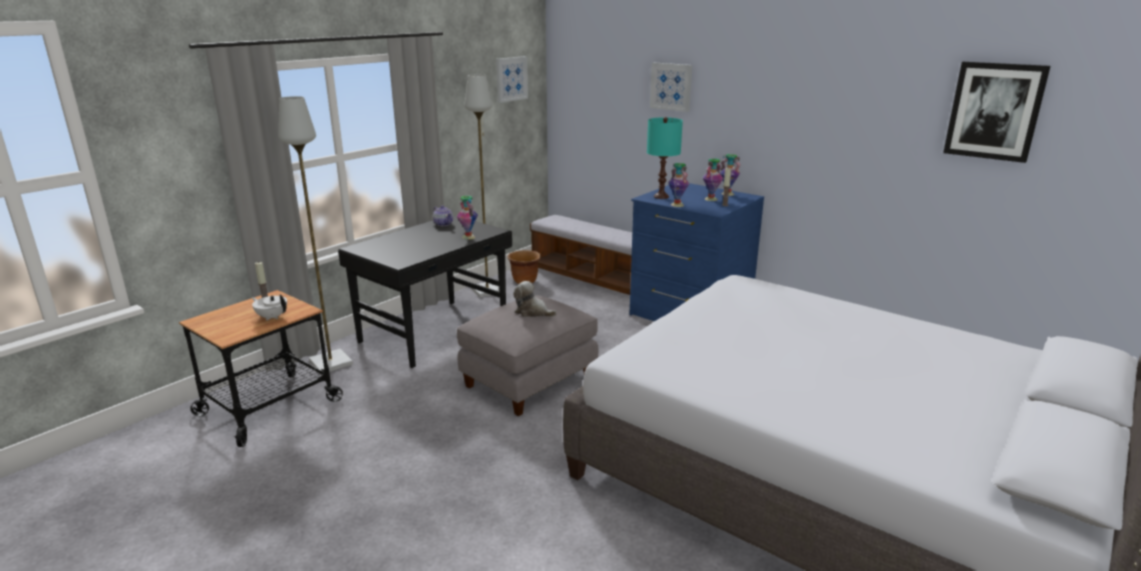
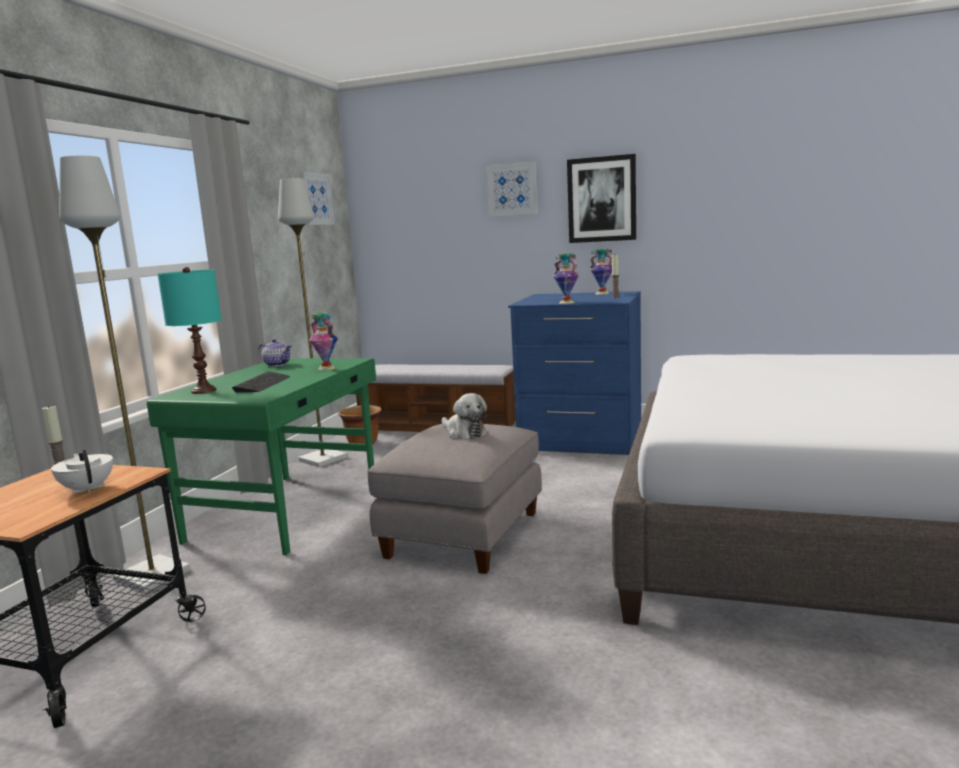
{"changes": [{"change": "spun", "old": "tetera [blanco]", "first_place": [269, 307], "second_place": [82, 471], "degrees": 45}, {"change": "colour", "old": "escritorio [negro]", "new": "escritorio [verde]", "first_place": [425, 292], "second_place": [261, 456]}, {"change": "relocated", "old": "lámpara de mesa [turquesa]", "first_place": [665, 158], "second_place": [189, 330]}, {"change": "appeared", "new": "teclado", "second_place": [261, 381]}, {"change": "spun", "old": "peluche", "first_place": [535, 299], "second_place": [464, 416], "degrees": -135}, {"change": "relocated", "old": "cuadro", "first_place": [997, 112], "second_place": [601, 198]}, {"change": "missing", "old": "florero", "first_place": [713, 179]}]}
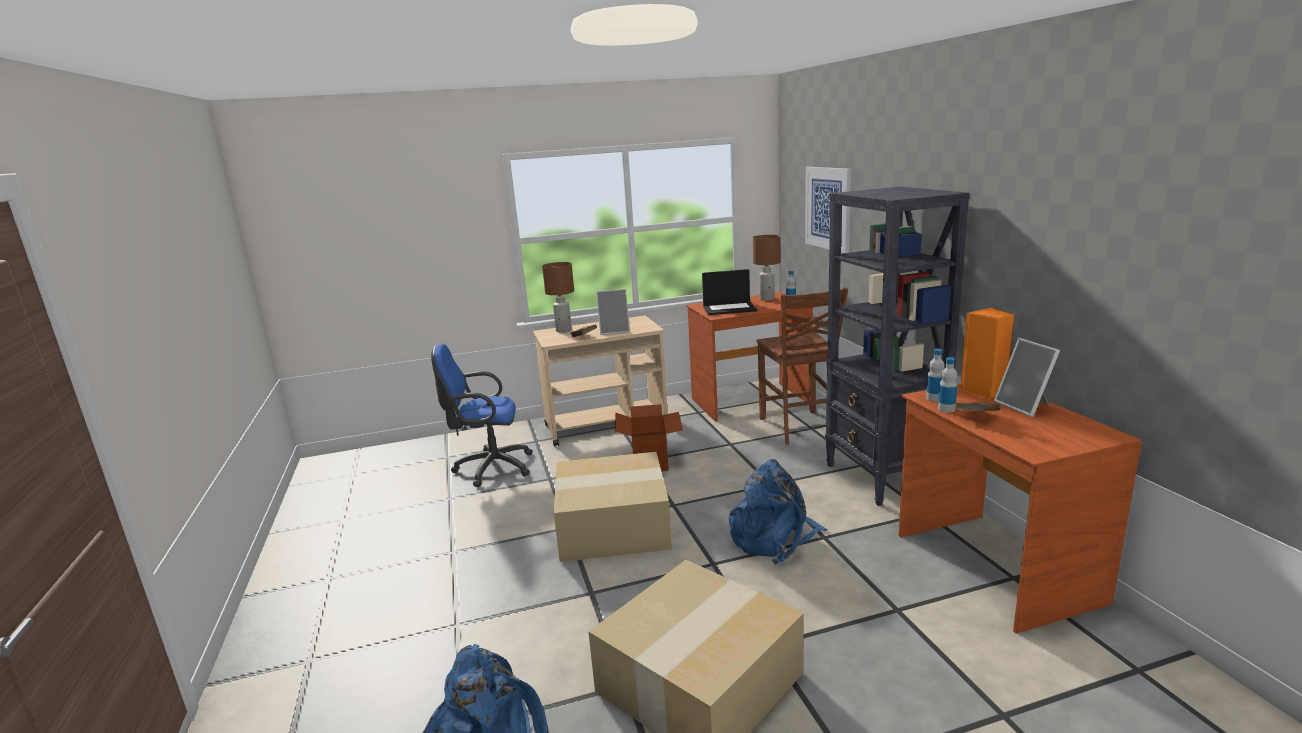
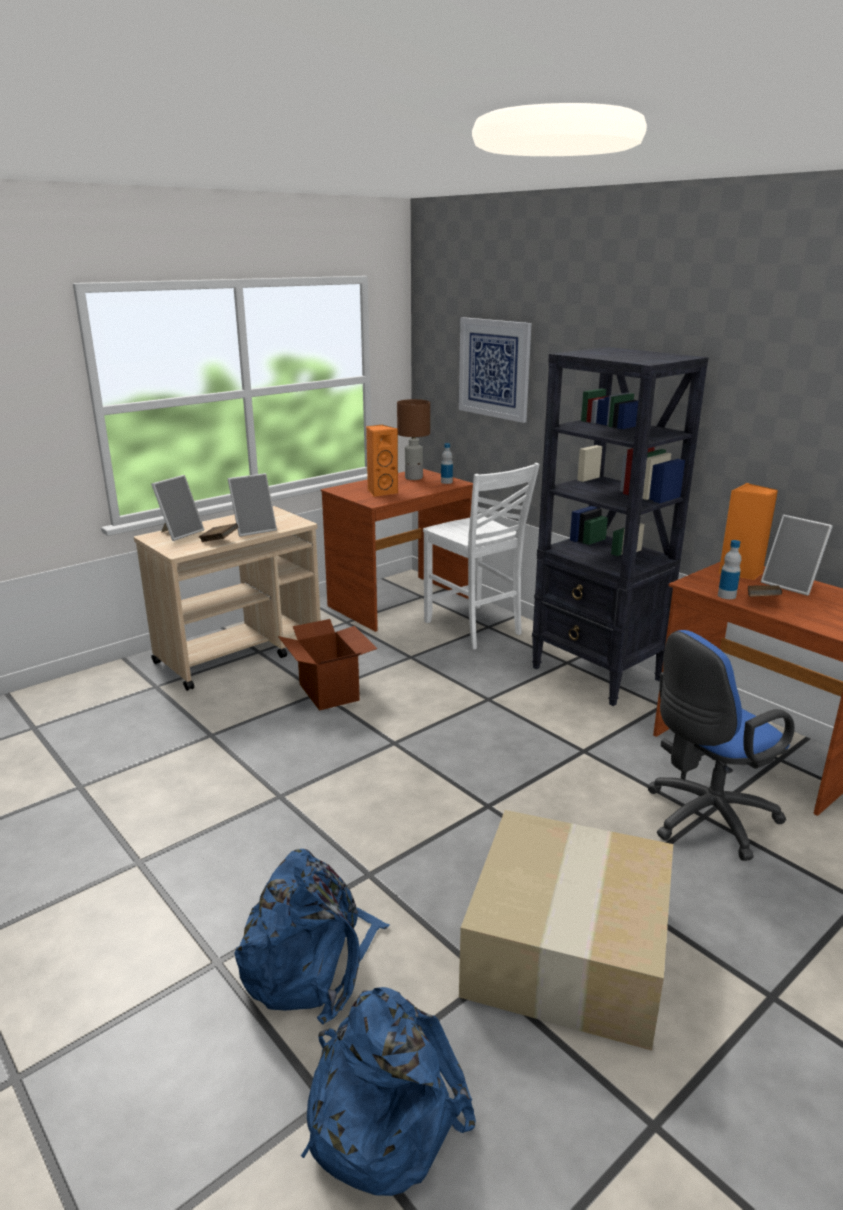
{"changes": [{"change": "exchanged", "old": "lámpara de mesa [marrón]", "new": "portarretratos", "first_place": [558, 297], "second_place": [177, 508]}, {"change": "relocated", "old": "mochila [azul]", "first_place": [778, 511], "second_place": [311, 936]}, {"change": "exchanged", "old": "portátil", "new": "altavoz [naranja]", "first_place": [729, 292], "second_place": [382, 461]}, {"change": "colour", "old": "silla [marrón]", "new": "silla [blanco]", "first_place": [802, 366], "second_place": [481, 556]}, {"change": "relocated", "old": "silla de oficina [azul]", "first_place": [481, 415], "second_place": [721, 745]}, {"change": "missing", "old": "caja de cartón", "first_place": [613, 507]}, {"change": "missing", "old": "botella", "first_place": [935, 375]}]}
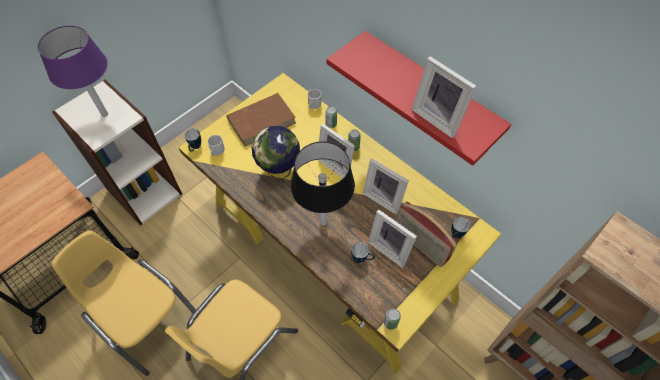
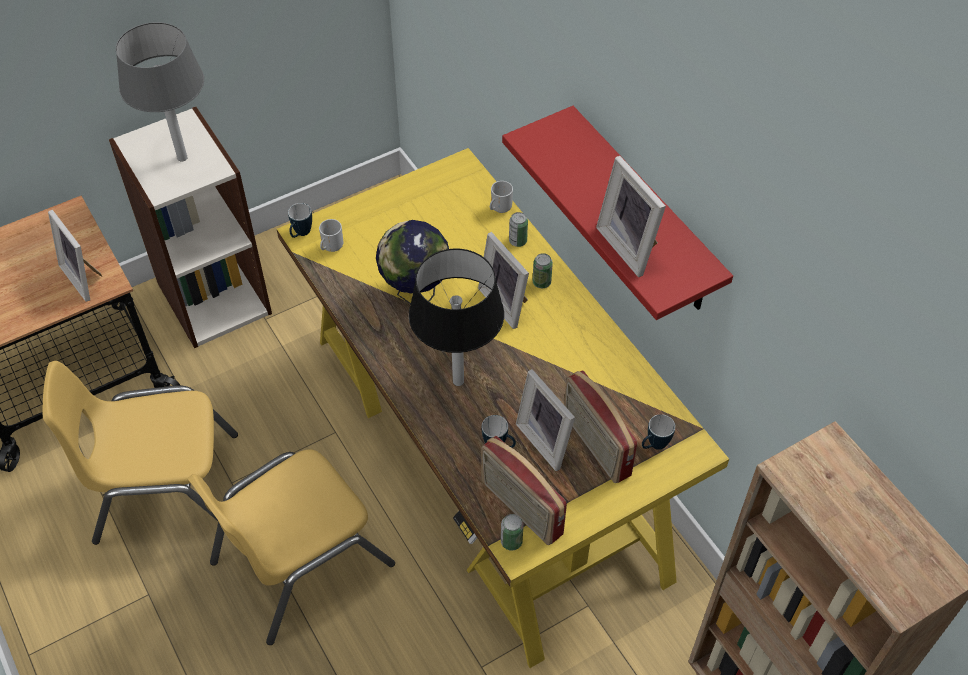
{"changes": [{"change": "spun", "old": "silla [amarillo]", "first_place": [125, 303], "second_place": [140, 453], "degrees": -60}, {"change": "relocated", "old": "portarretratos", "first_place": [386, 186], "second_place": [75, 256]}, {"change": "colour", "old": "lámpara de mesa [morado]", "new": "lámpara de mesa [gris]", "first_place": [73, 71], "second_place": [160, 92]}, {"change": "appeared", "new": "radio", "second_place": [524, 490]}, {"change": "missing", "old": "libro [marrón]", "first_place": [261, 119]}]}
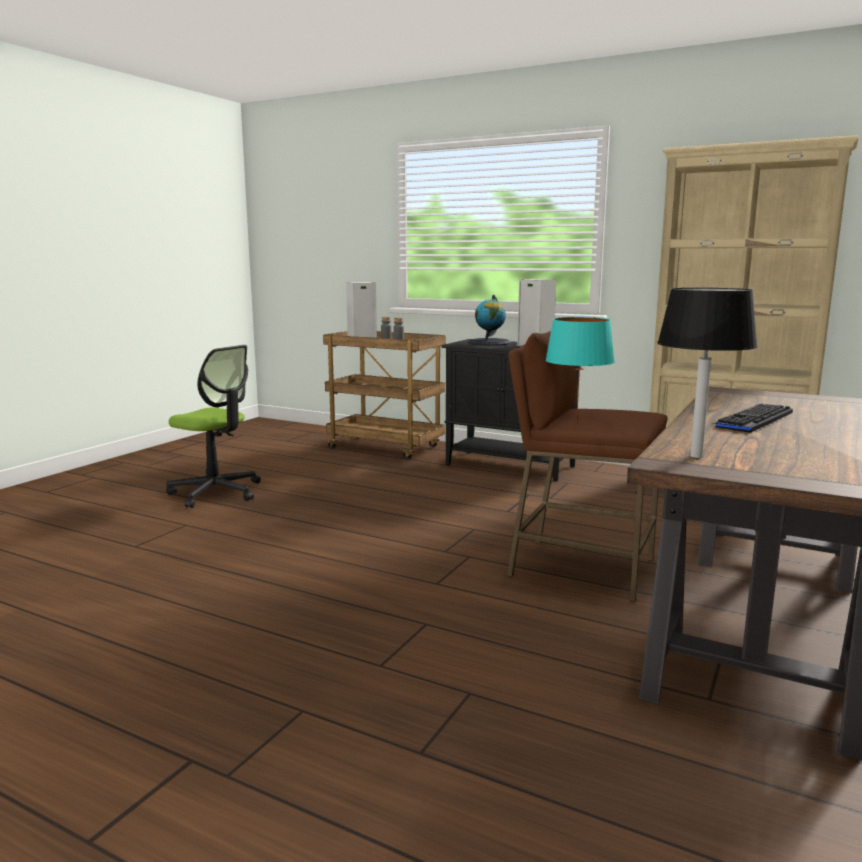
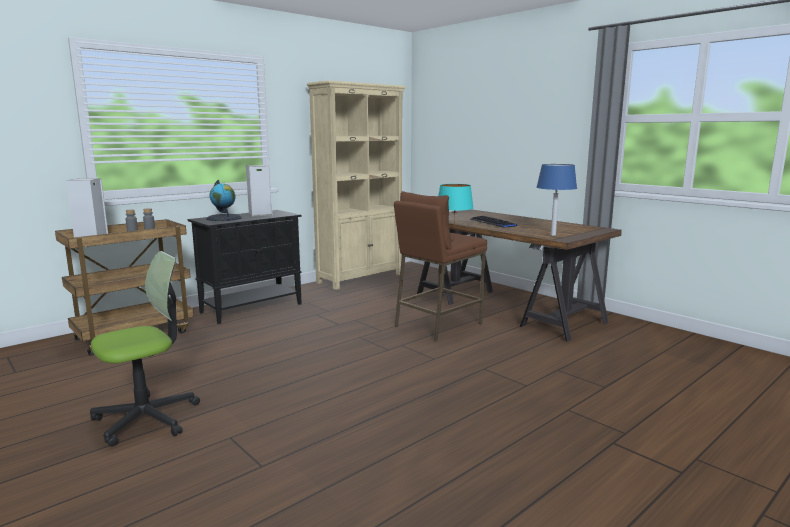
{"changes": [{"change": "colour", "old": "lámpara de mesa [negro]", "new": "lámpara de mesa [azul]", "first_place": [707, 373], "second_place": [556, 200]}]}
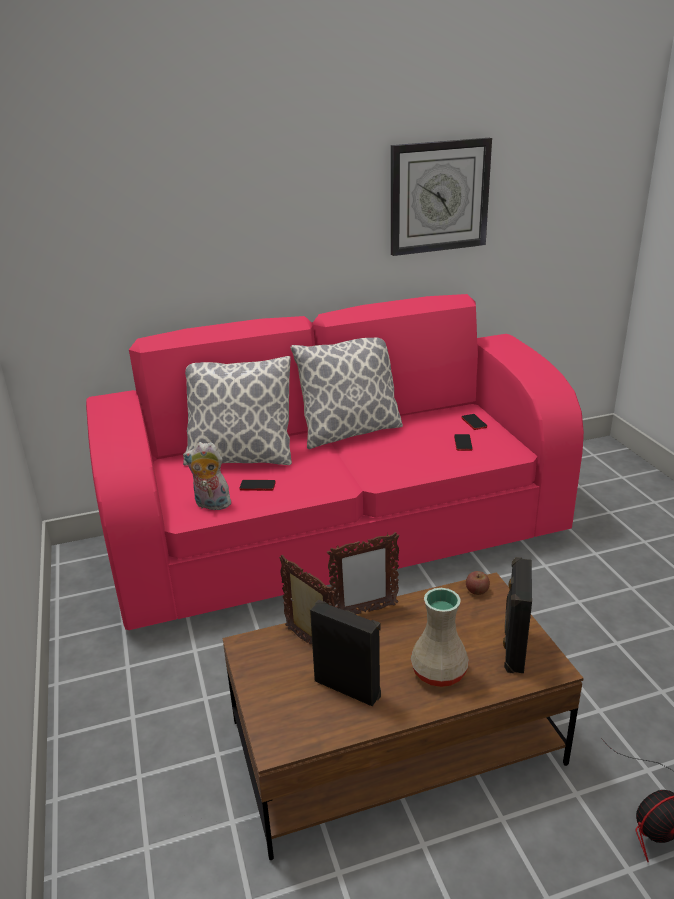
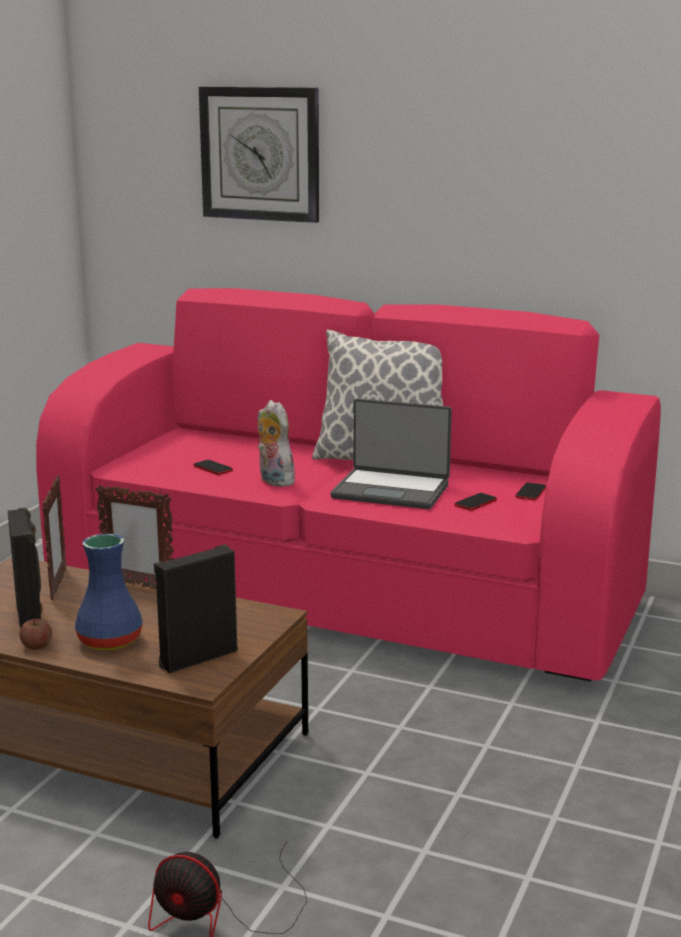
{"changes": [{"change": "relocated", "old": "manzana", "first_place": [478, 583], "second_place": [36, 634]}, {"change": "colour", "old": "florero [beis]", "new": "florero [azul]", "first_place": [439, 637], "second_place": [109, 592]}, {"change": "relocated", "old": "reloj de pared", "first_place": [441, 197], "second_place": [259, 155]}, {"change": "relocated", "old": "peluche", "first_place": [207, 476], "second_place": [276, 443]}, {"change": "appeared", "new": "portátil", "second_place": [391, 453]}, {"change": "missing", "old": "cojín", "first_place": [237, 411]}]}
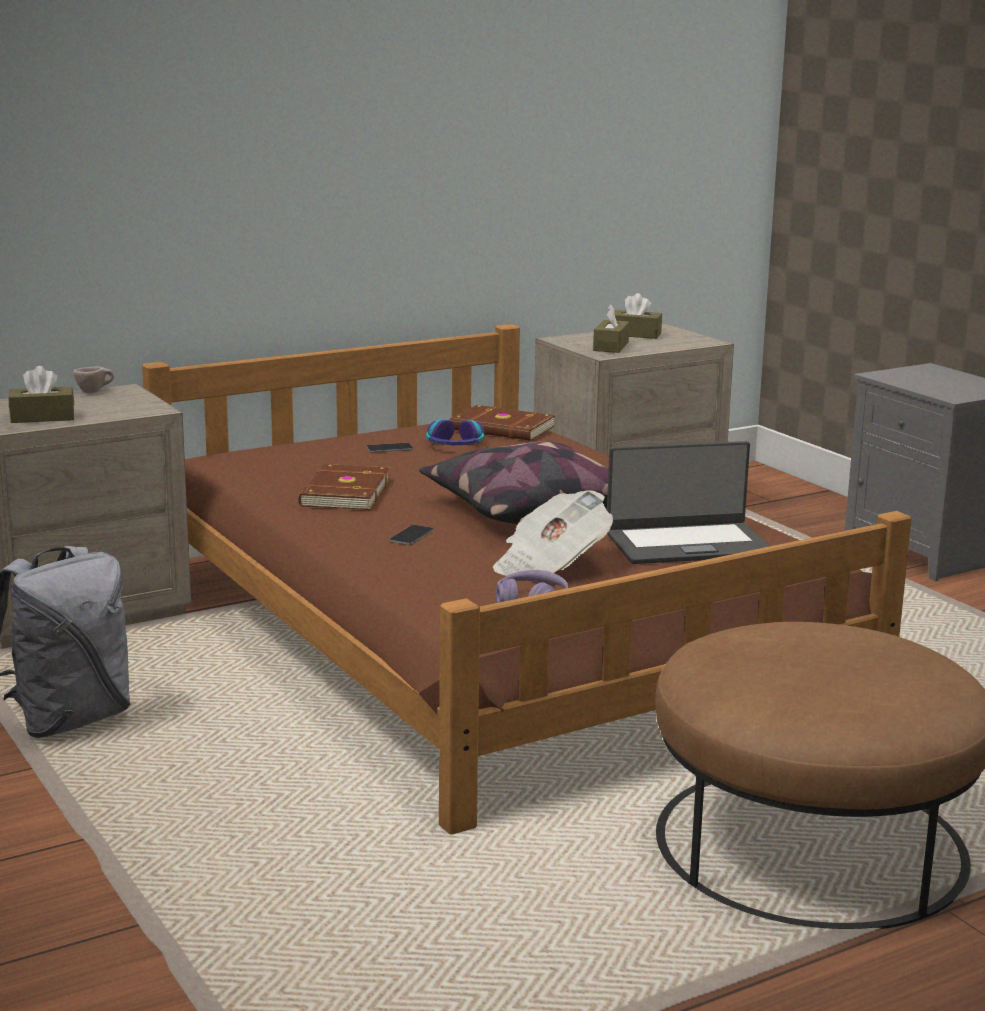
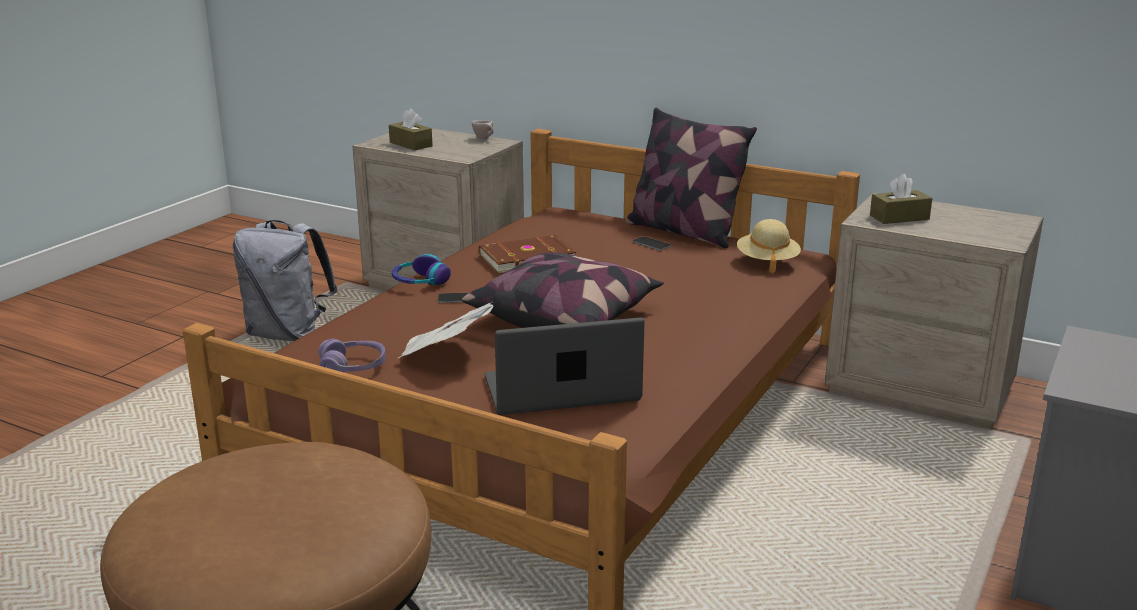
{"changes": [{"change": "relocated", "old": "auriculares", "first_place": [455, 432], "second_place": [421, 269]}, {"change": "spun", "old": "portátil", "first_place": [688, 502], "second_place": [565, 366], "degrees": 120}, {"change": "appeared", "new": "cojín", "second_place": [691, 178]}, {"change": "exchanged", "old": "libro [marrón]", "new": "sombrero [beis]", "first_place": [502, 423], "second_place": [769, 246]}, {"change": "missing", "old": "caja de pañuelos [marrón]", "first_place": [638, 316]}]}
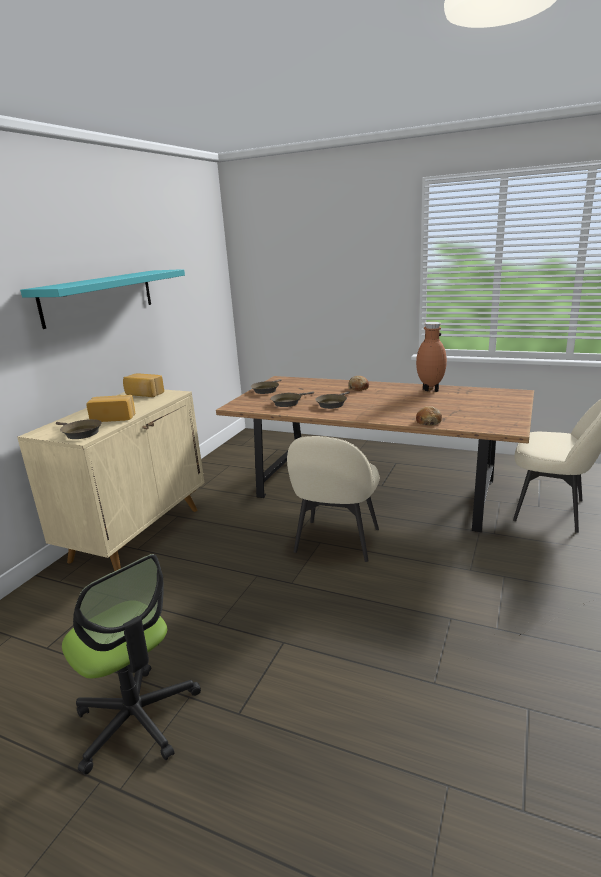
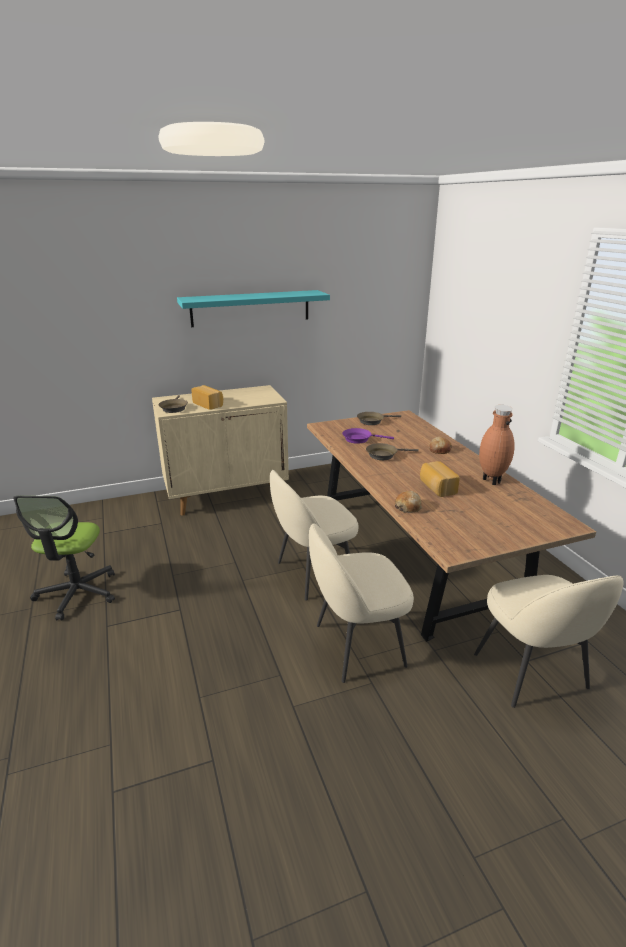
{"changes": [{"change": "appeared", "new": "silla [beis]", "second_place": [361, 603]}, {"change": "colour", "old": "sartén [marrón]", "new": "sartén [morado]", "first_place": [292, 399], "second_place": [368, 436]}, {"change": "relocated", "old": "pan", "first_place": [143, 385], "second_place": [440, 479]}]}
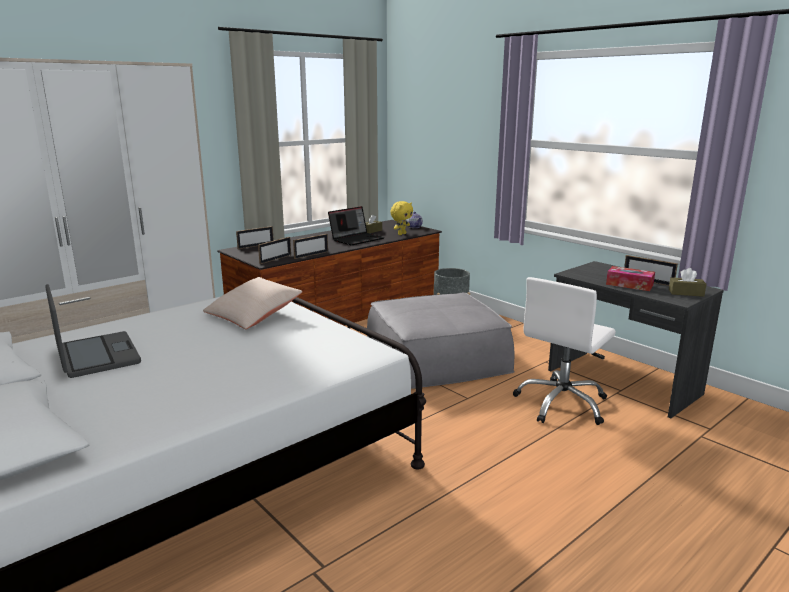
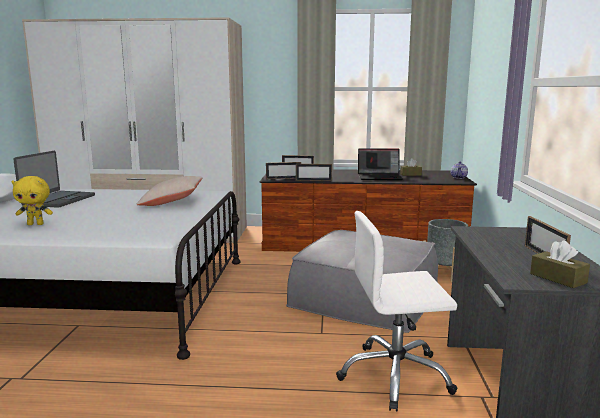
{"changes": [{"change": "relocated", "old": "peluche [amarillo]", "first_place": [401, 218], "second_place": [32, 200]}, {"change": "missing", "old": "caja de pañuelos", "first_place": [630, 278]}]}
